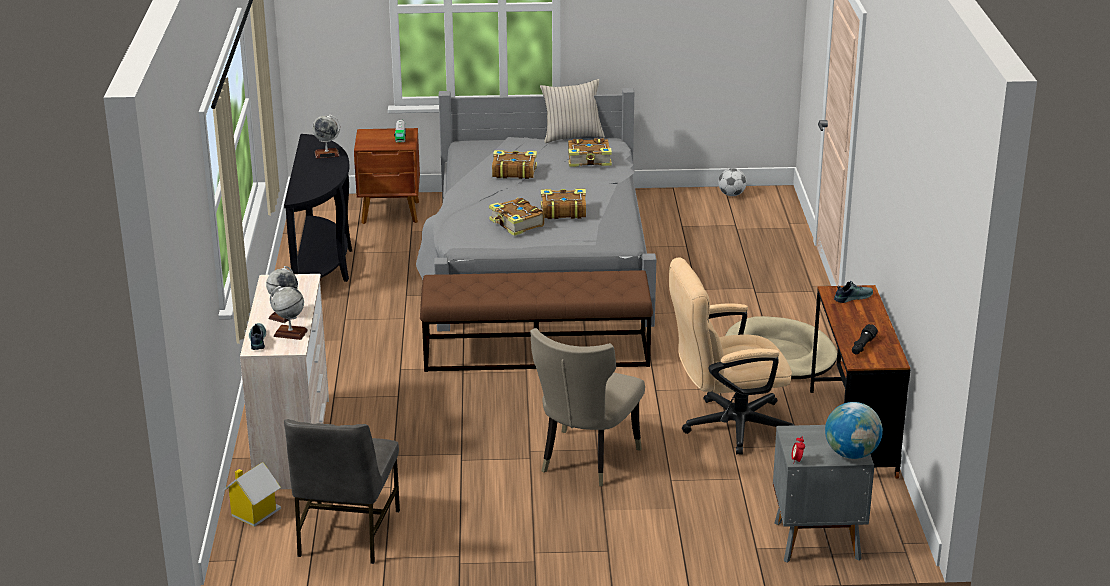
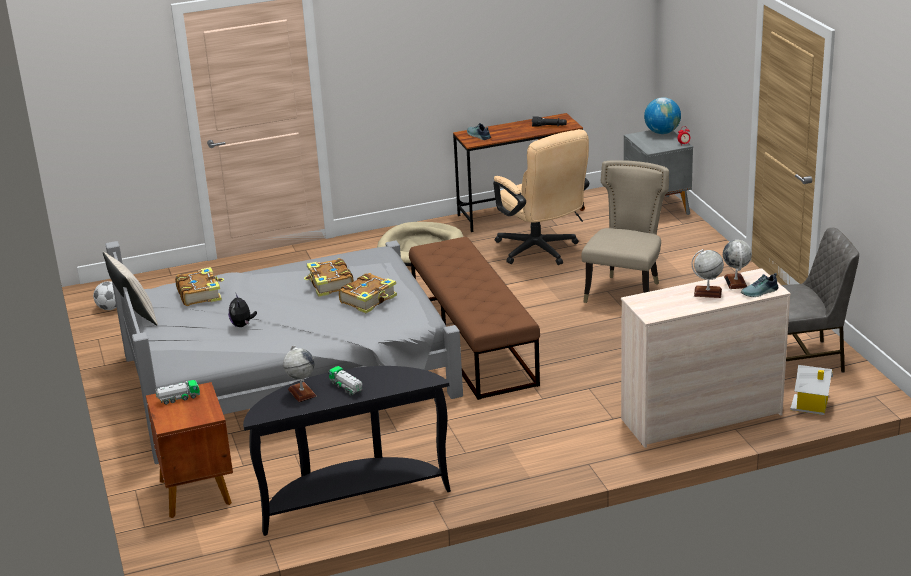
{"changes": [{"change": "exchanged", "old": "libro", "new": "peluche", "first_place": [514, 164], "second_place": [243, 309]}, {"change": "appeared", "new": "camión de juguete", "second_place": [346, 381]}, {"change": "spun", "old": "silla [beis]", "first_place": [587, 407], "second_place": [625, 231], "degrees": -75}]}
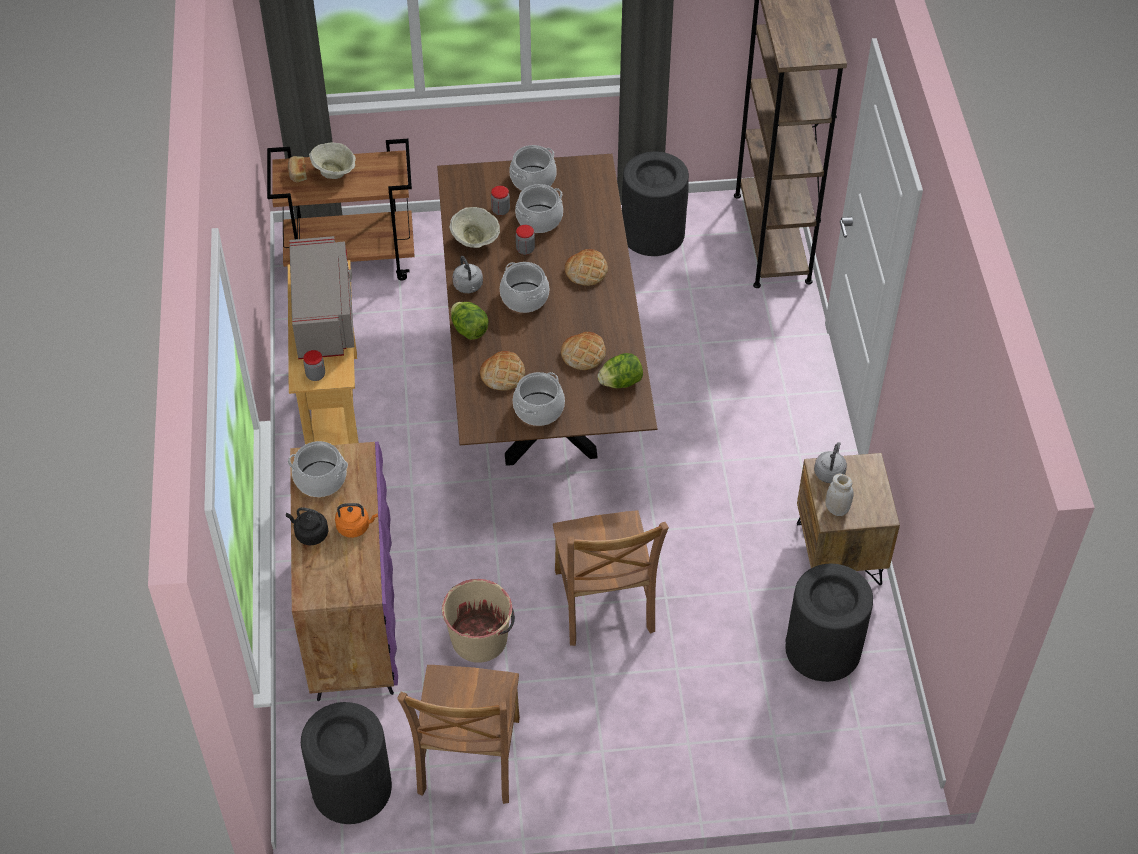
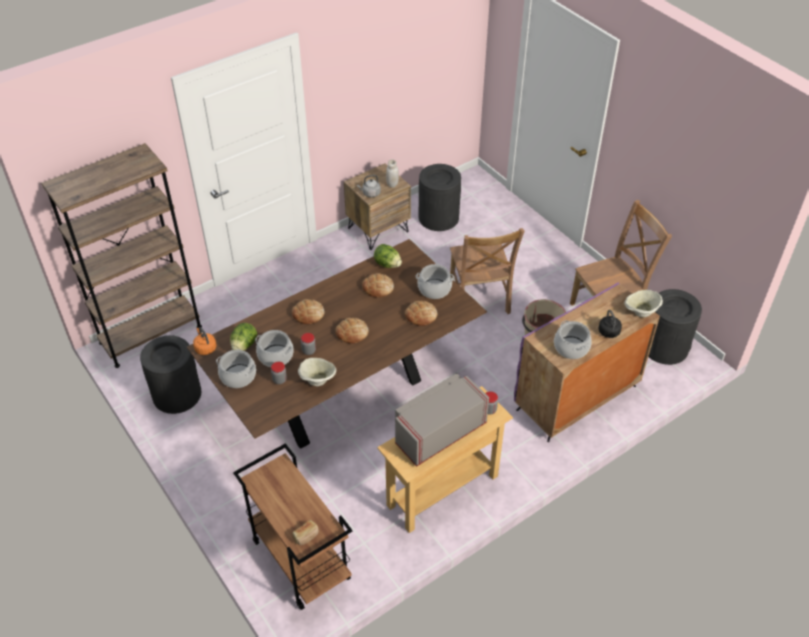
{"changes": [{"change": "relocated", "old": "hervidor [naranja]", "first_place": [356, 520], "second_place": [204, 341]}, {"change": "relocated", "old": "lechuga", "first_place": [470, 321], "second_place": [243, 336]}, {"change": "exchanged", "old": "olla", "new": "pan", "first_place": [524, 287], "second_place": [352, 331]}, {"change": "spun", "old": "silla [marrón]", "first_place": [611, 578], "second_place": [487, 271], "degrees": 120}, {"change": "relocated", "old": "cuenco [beis]", "first_place": [332, 160], "second_place": [643, 304]}, {"change": "missing", "old": "hervidor [gris]", "first_place": [468, 274]}]}
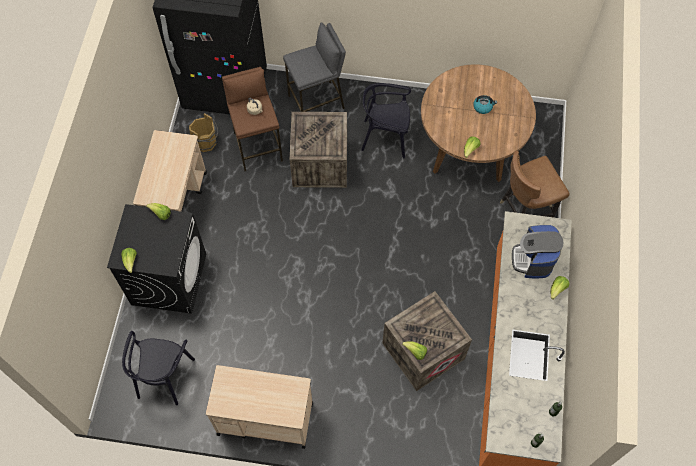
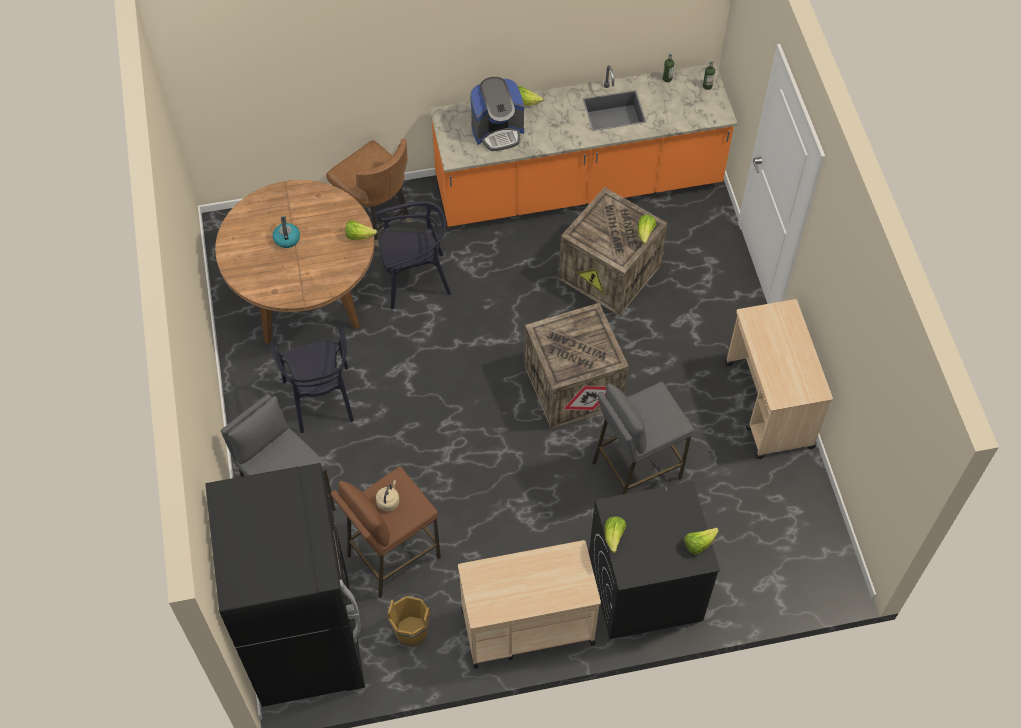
{"changes": [{"change": "relocated", "old": "silla [negro]", "first_place": [158, 368], "second_place": [413, 255]}, {"change": "relocated", "old": "caja de embalaje", "first_place": [318, 150], "second_place": [576, 366]}, {"change": "appeared", "new": "taburete [gris]", "second_place": [643, 438]}]}
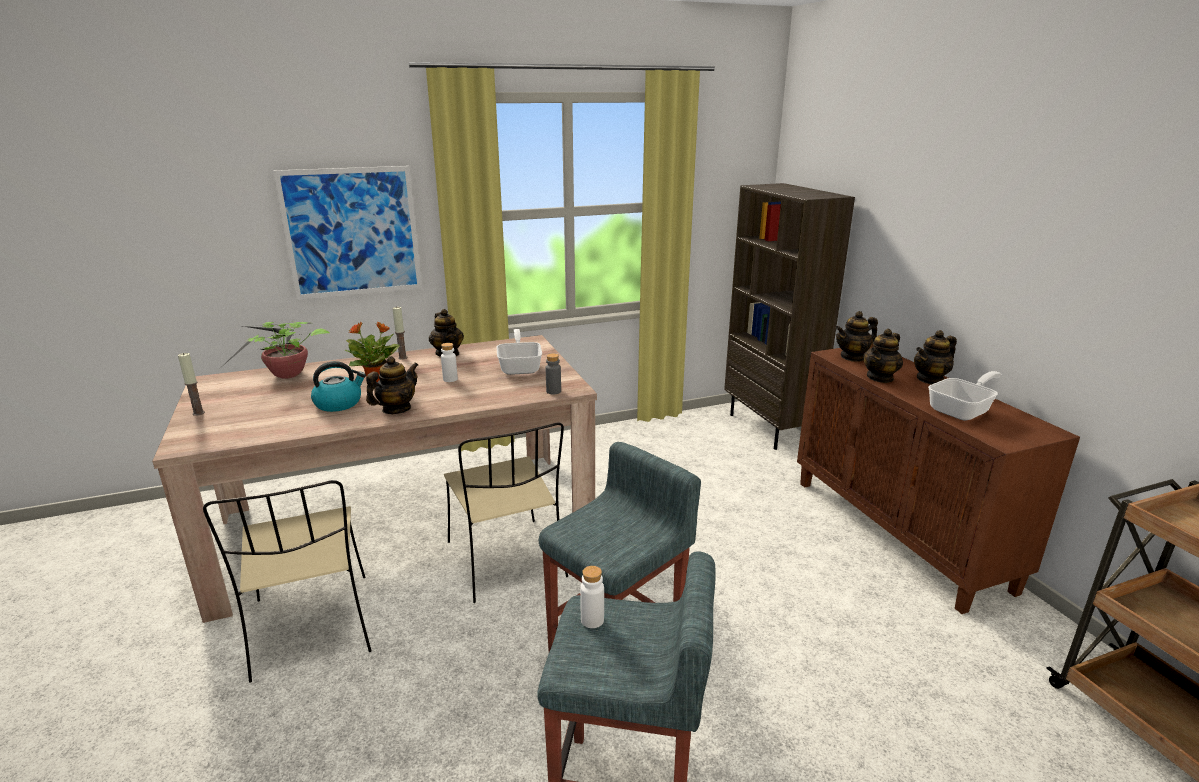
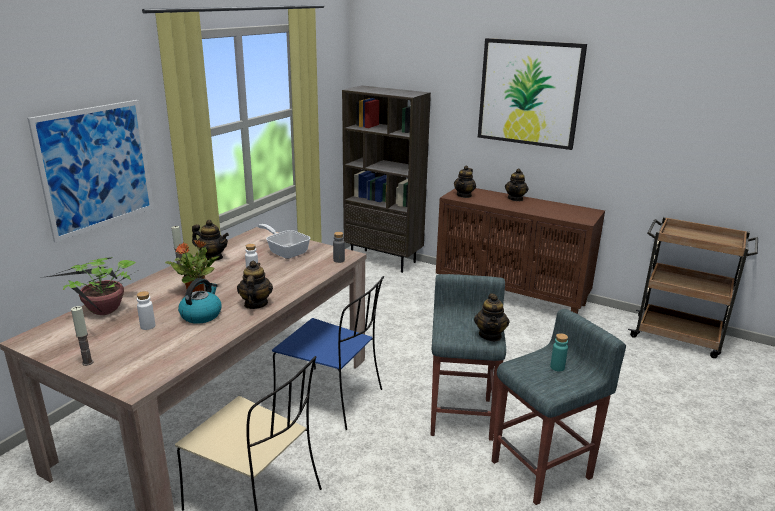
{"changes": [{"change": "relocated", "old": "botella [blanco]", "first_place": [592, 597], "second_place": [146, 310]}, {"change": "colour", "old": "silla [beis]", "new": "silla [azul]", "first_place": [506, 512], "second_place": [328, 353]}, {"change": "relocated", "old": "tetera", "first_place": [883, 355], "second_place": [491, 317]}, {"change": "appeared", "new": "cuadro", "second_place": [532, 94]}, {"change": "appeared", "new": "botella [turquesa]", "second_place": [559, 352]}, {"change": "missing", "old": "sartén", "first_place": [964, 396]}]}
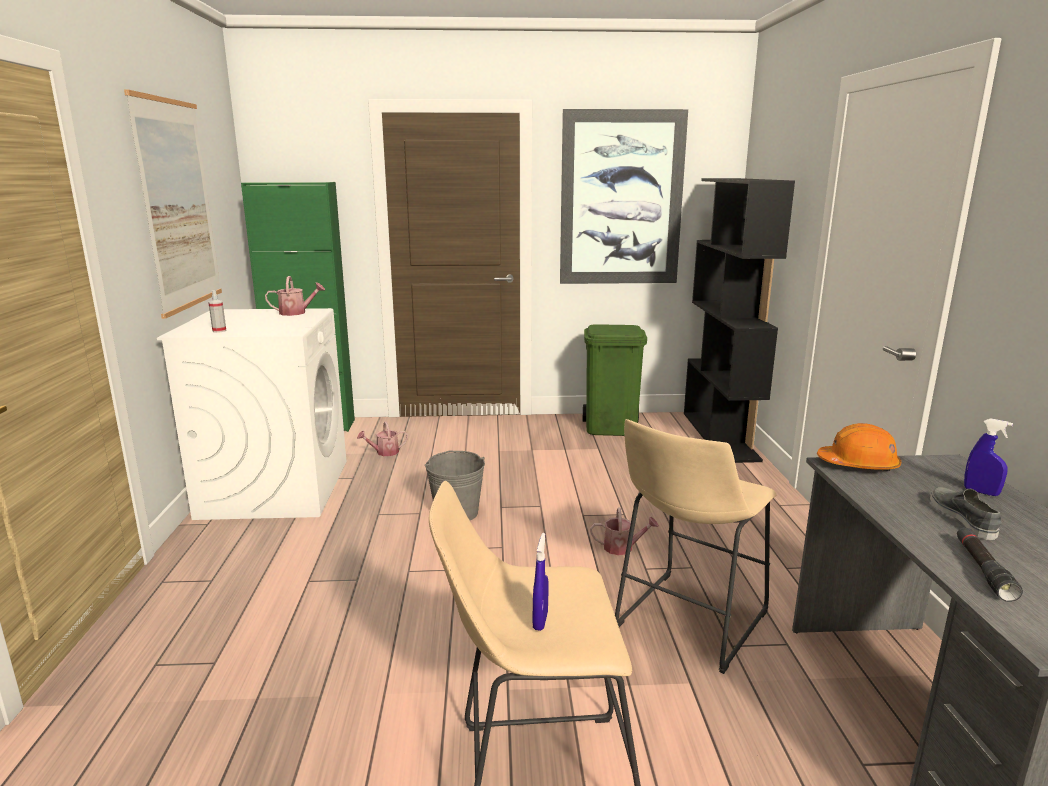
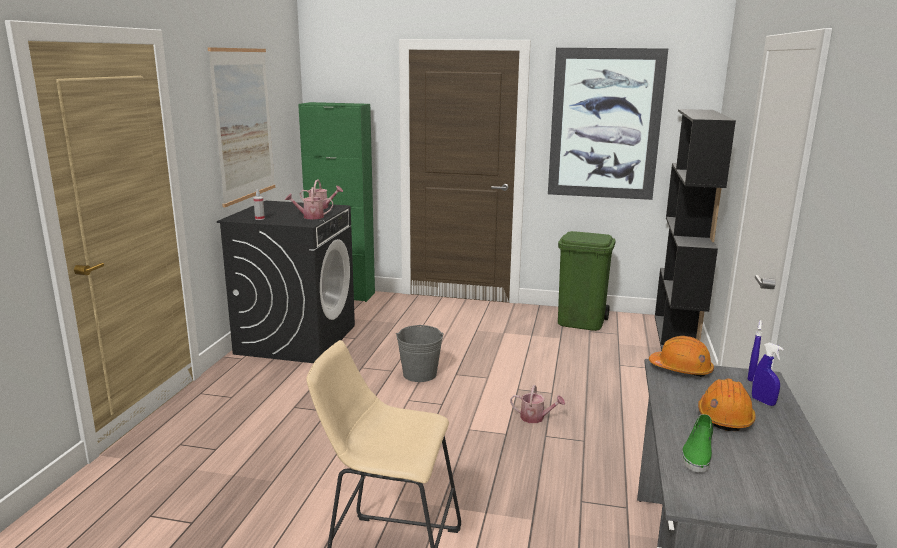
{"changes": [{"change": "colour", "old": "lavadora [blanco]", "new": "lavadora [negro]", "first_place": [252, 414], "second_place": [286, 282]}, {"change": "relocated", "old": "regadera", "first_place": [382, 438], "second_place": [309, 203]}, {"change": "exchanged", "old": "linterna [negro]", "new": "zapato [verde]", "first_place": [990, 564], "second_place": [697, 443]}, {"change": "exchanged", "old": "zapato [gris]", "new": "casco [naranja]", "first_place": [966, 513], "second_place": [727, 404]}, {"change": "relocated", "old": "pulverizador [azul]", "first_place": [540, 582], "second_place": [754, 351]}, {"change": "missing", "old": "taburete [beis]", "first_place": [695, 546]}]}
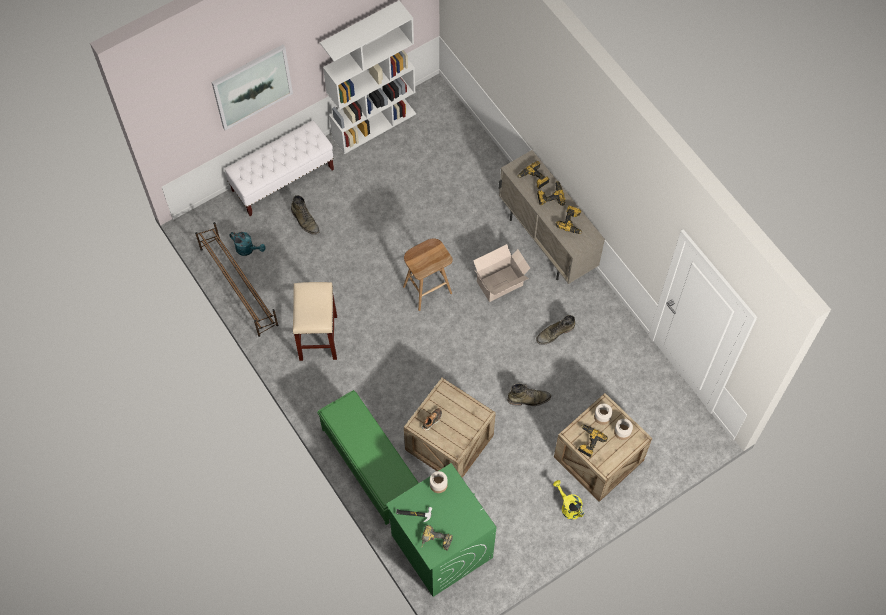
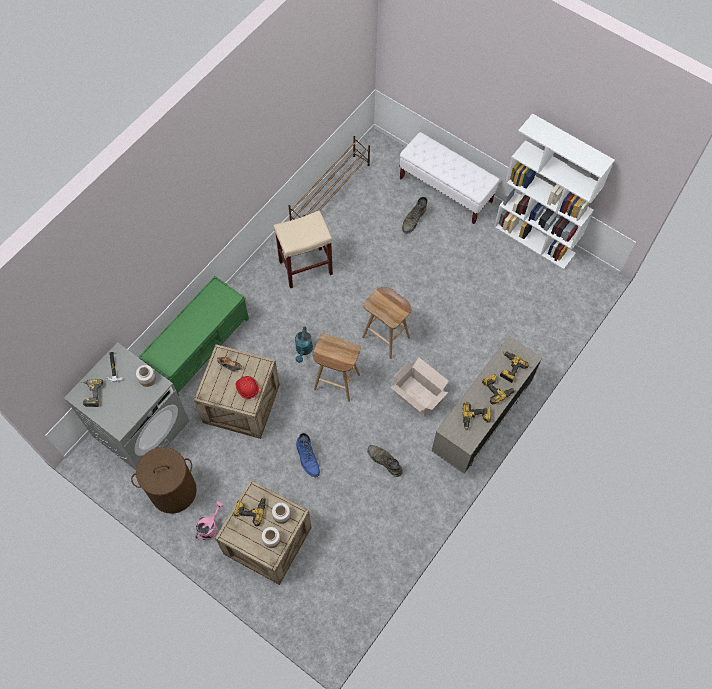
{"changes": [{"change": "colour", "old": "lavadora [verde]", "new": "lavadora [gris]", "first_place": [441, 530], "second_place": [126, 406]}, {"change": "appeared", "new": "cesto de la ropa [marrón]", "second_place": [164, 480]}, {"change": "colour", "old": "regadera [amarillo]", "new": "regadera [rosa]", "first_place": [568, 500], "second_place": [209, 520]}, {"change": "appeared", "new": "casco [rojo]", "second_place": [247, 388]}, {"change": "relocated", "old": "regadera [turquesa]", "first_place": [248, 244], "second_place": [304, 345]}, {"change": "colour", "old": "bota [verde]", "new": "bota [azul]", "first_place": [529, 394], "second_place": [308, 455]}, {"change": "appeared", "new": "taburete [marrón]", "second_place": [337, 367]}, {"change": "missing", "old": "cuadro", "first_place": [252, 87]}]}
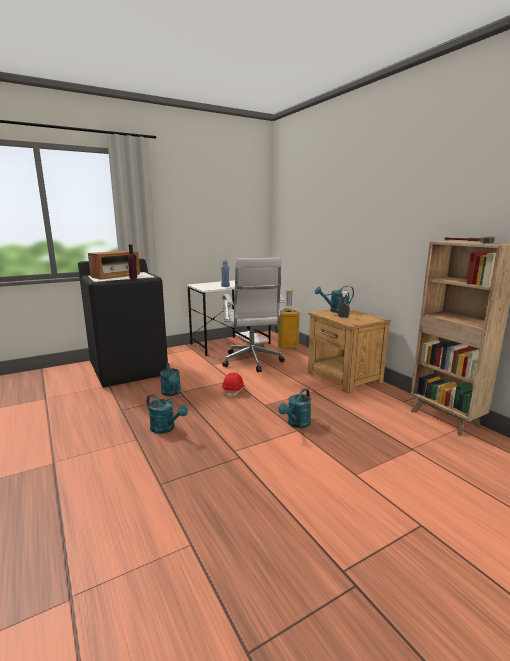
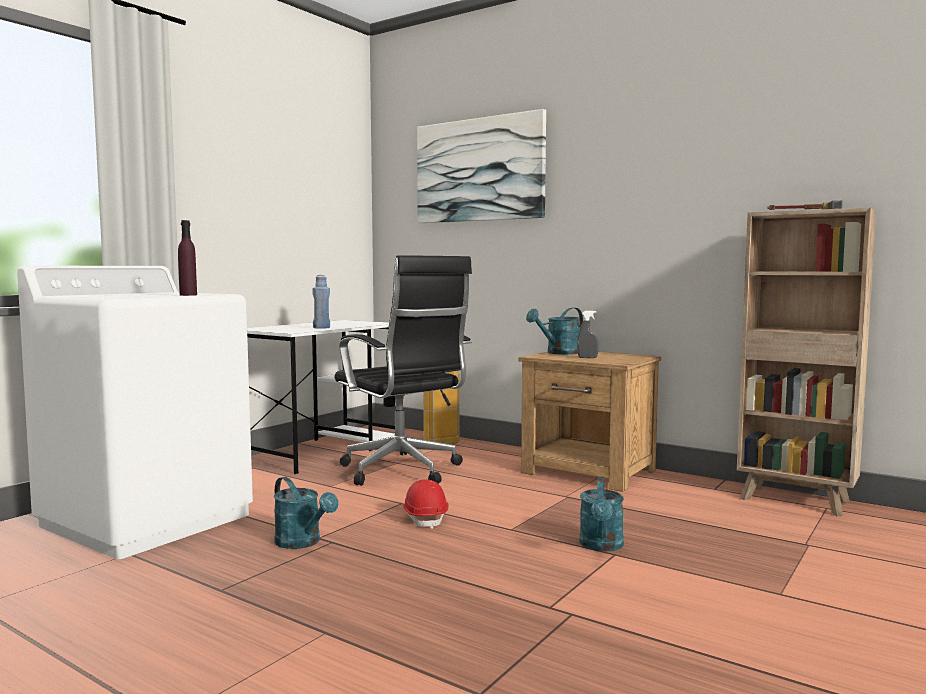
{"changes": [{"change": "colour", "old": "lavadora [negro]", "new": "lavadora [blanco]", "first_place": [123, 322], "second_place": [135, 412]}, {"change": "colour", "old": "silla de oficina [blanco]", "new": "silla de oficina [negro]", "first_place": [253, 315], "second_place": [403, 370]}, {"change": "appeared", "new": "cuadro", "second_place": [481, 166]}, {"change": "missing", "old": "radio", "first_place": [114, 265]}, {"change": "missing", "old": "regadera [turquesa]", "first_place": [167, 414]}]}
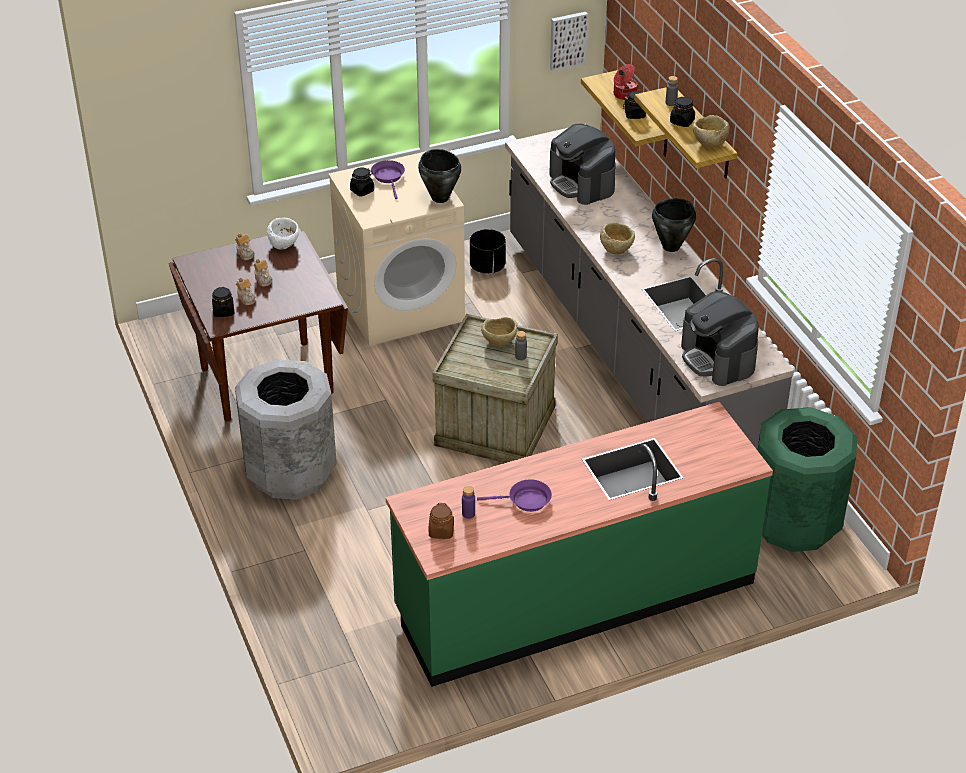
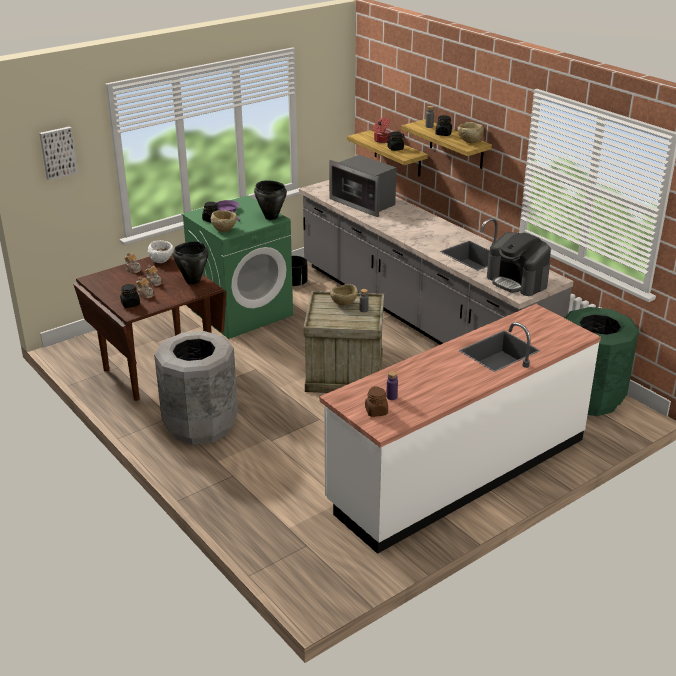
{"changes": [{"change": "relocated", "old": "cuadro", "first_place": [569, 41], "second_place": [58, 153]}, {"change": "relocated", "old": "olla [negro]", "first_place": [674, 225], "second_place": [190, 263]}, {"change": "colour", "old": "lavadora [beis]", "new": "lavadora [verde]", "first_place": [396, 249], "second_place": [237, 267]}, {"change": "relocated", "old": "cuenco [beis]", "first_place": [617, 238], "second_place": [224, 221]}, {"change": "colour", "old": "mueble bajo de cocina [verde]", "new": "mueble bajo de cocina [blanco]", "first_place": [579, 544], "second_place": [460, 429]}, {"change": "exchanged", "old": "cafetera", "new": "microondas", "first_place": [582, 164], "second_place": [363, 186]}, {"change": "missing", "old": "sartén [morado]", "first_place": [514, 495]}]}
